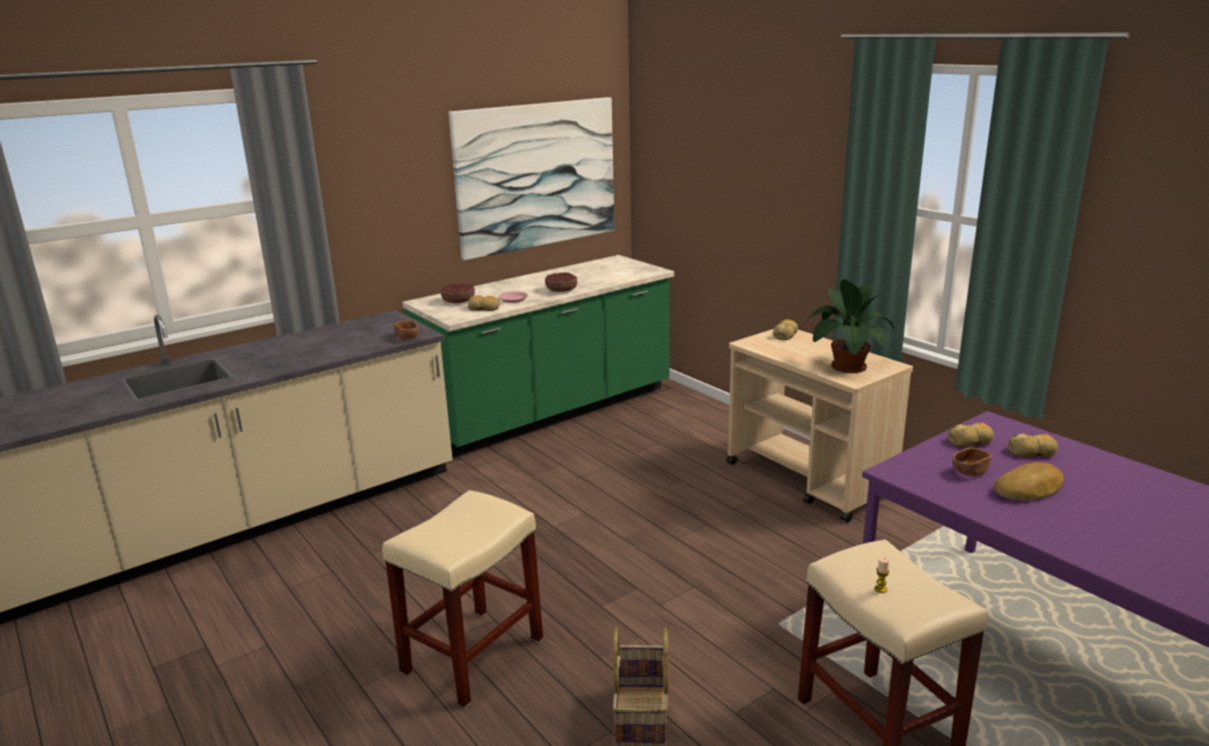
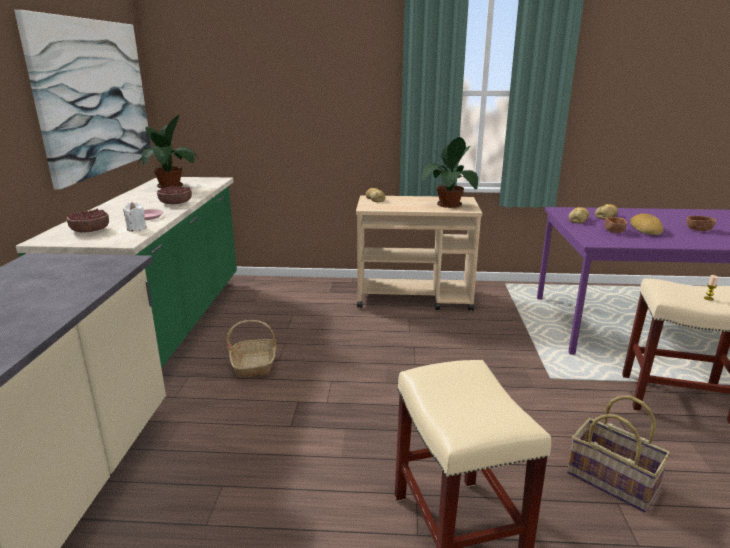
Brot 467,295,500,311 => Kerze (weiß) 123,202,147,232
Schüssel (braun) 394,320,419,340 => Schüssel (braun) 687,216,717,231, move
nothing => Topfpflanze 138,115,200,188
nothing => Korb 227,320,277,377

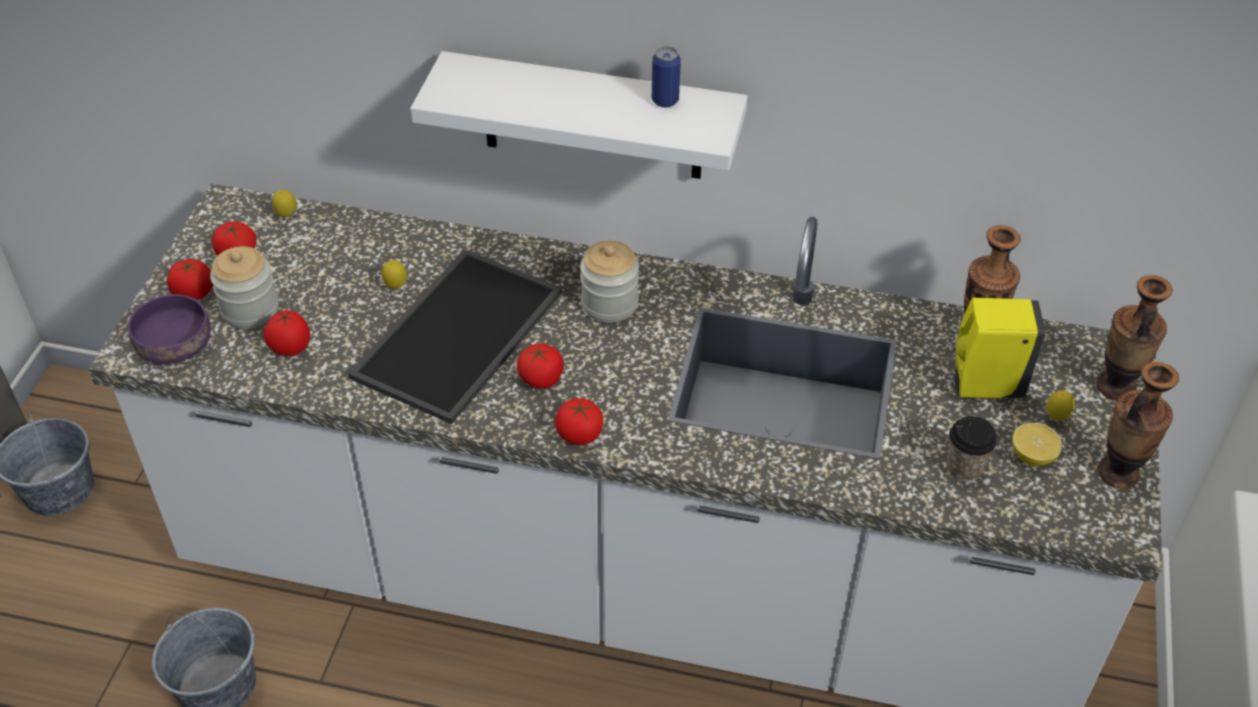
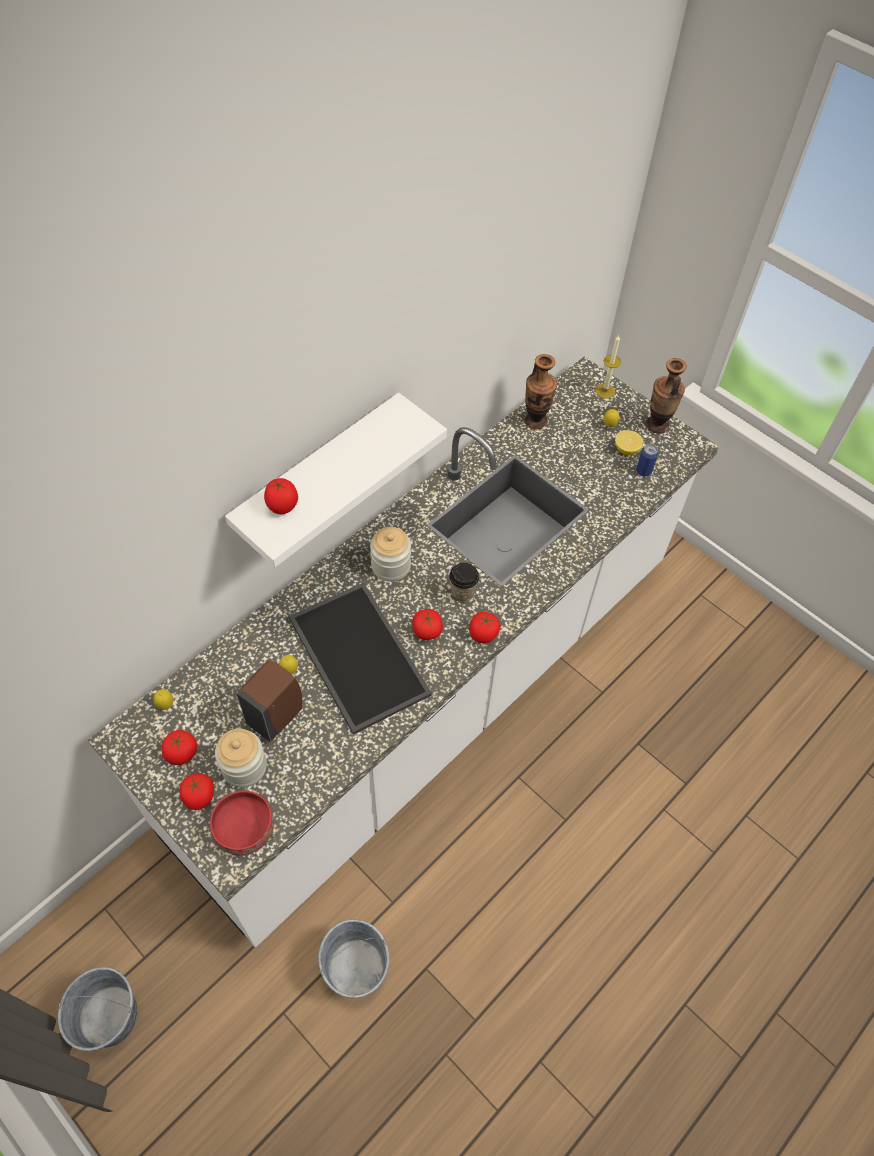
Dose 652,46,681,107 => Dose 636,444,658,477, move
Vase 1096,275,1173,401 => Kerze 595,335,621,398
Schüssel (lila) 128,294,211,364 => Schüssel (rot) 210,790,274,855
Seifenspender (gelb) 955,298,1045,398 => nothing
Tomate 263,310,310,356 => Tomate 264,478,298,514, move
Tasse 947,416,997,482 => Tasse 449,563,479,602, move
nothing => Seifenspender (braun) 236,659,302,742

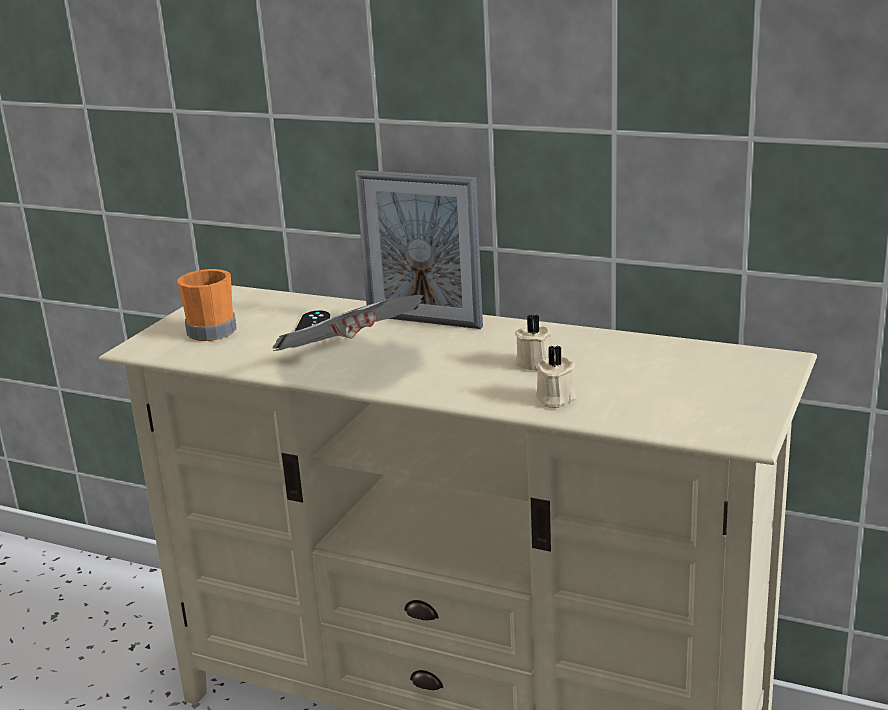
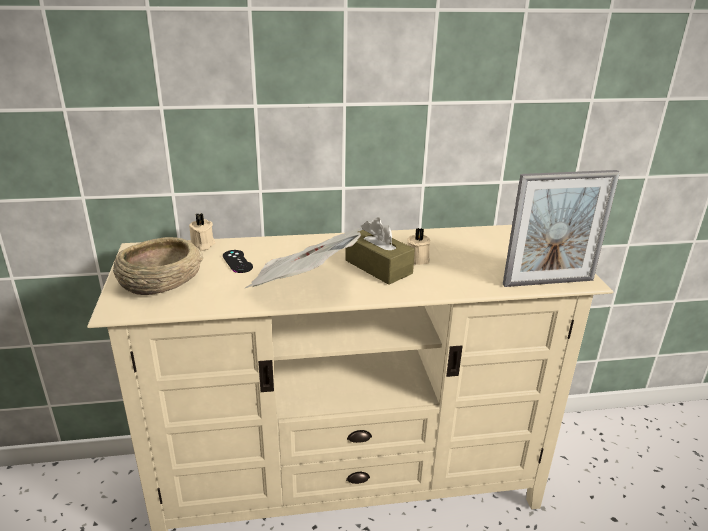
Bilderrahmen 355,170,483,329 => Bilderrahmen 503,170,620,287, move
Henkelbecher (orange) 177,269,237,341 => Schüssel (beige) 113,237,203,295
Kerze (beige) 535,345,576,408 => Kerze (beige) 189,213,216,251, move
nothing => Taschentuchbox (braun) 345,217,415,285

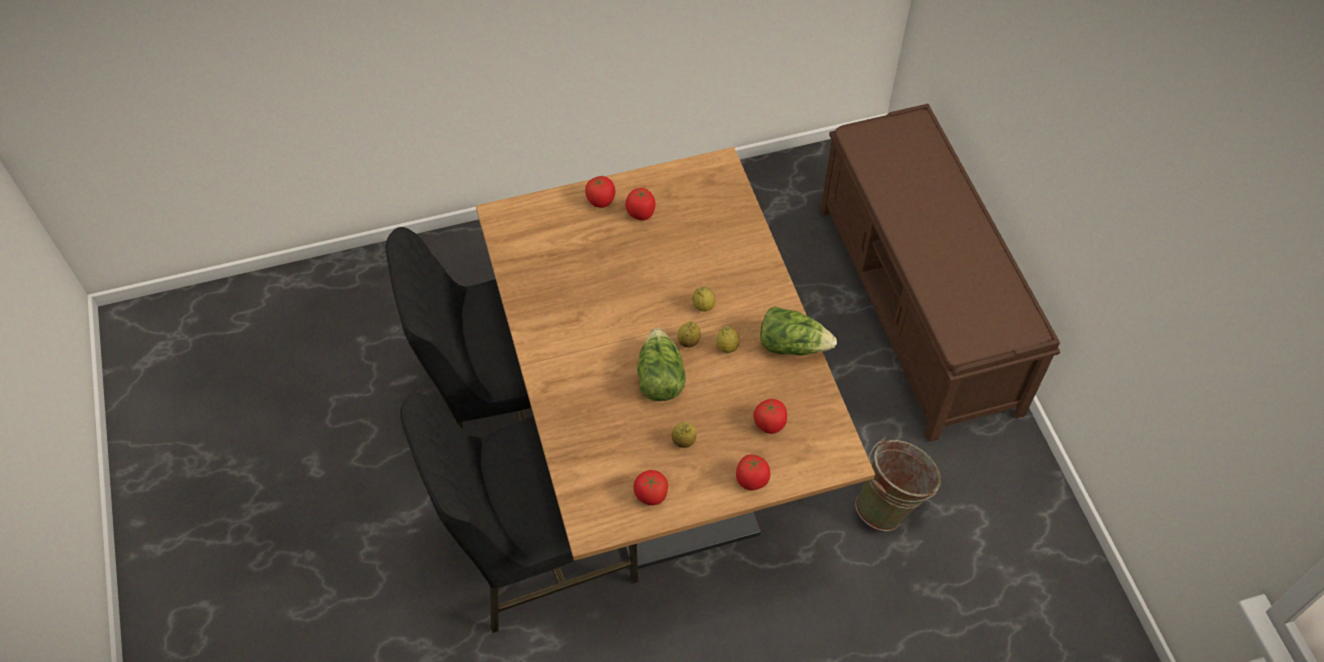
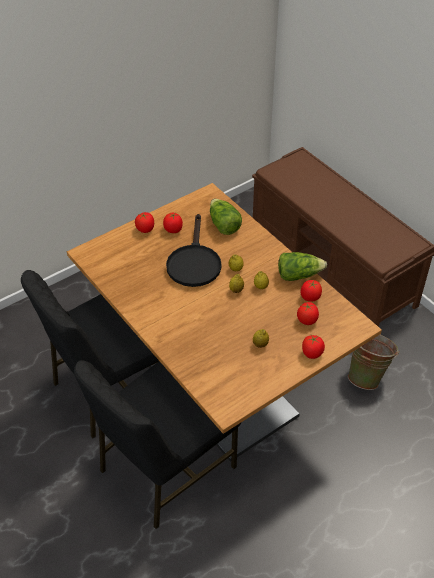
Salatkopf 637,328,686,401 => Salatkopf 210,199,242,235, move
Tomate 634,470,668,505 => Tomate 301,280,322,302, move
nothing => Pfanne (schwarz) 166,214,221,287

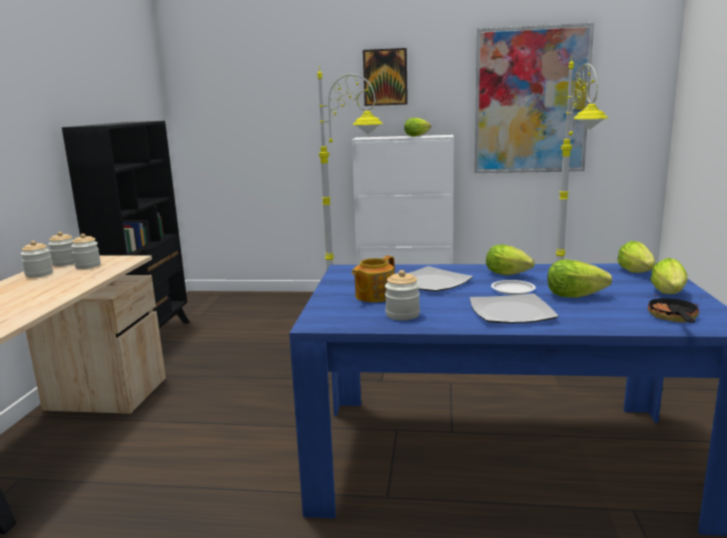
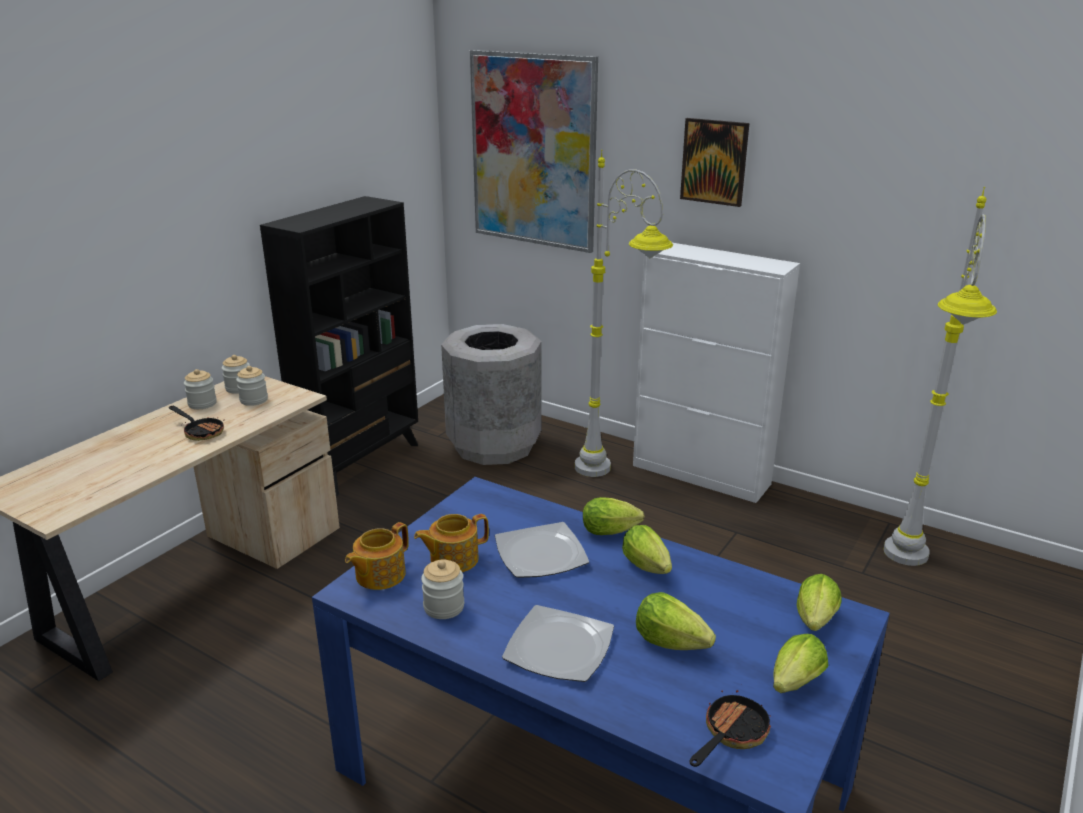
Bild 475,23,594,173 => Bild 470,50,598,253, move
Salatkopf 404,118,431,136 => Salatkopf 583,497,645,535, move
Teller (weiß) 491,280,536,295 => nothing
nothing => Mülleimer (grau) 441,324,541,465
nothing => Pfanne 169,406,224,441
nothing => Teekanne 345,522,409,590

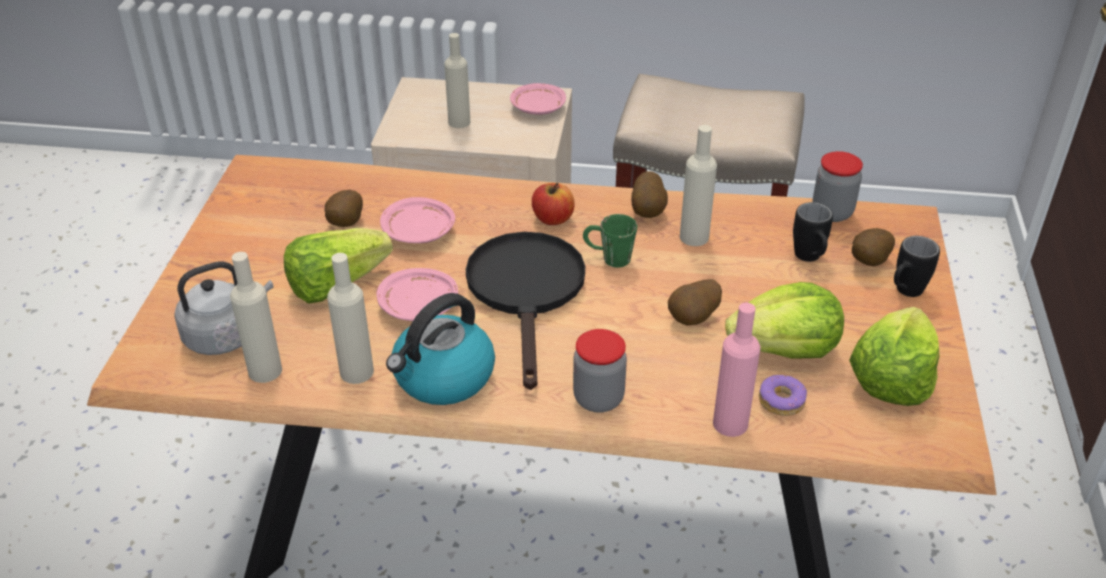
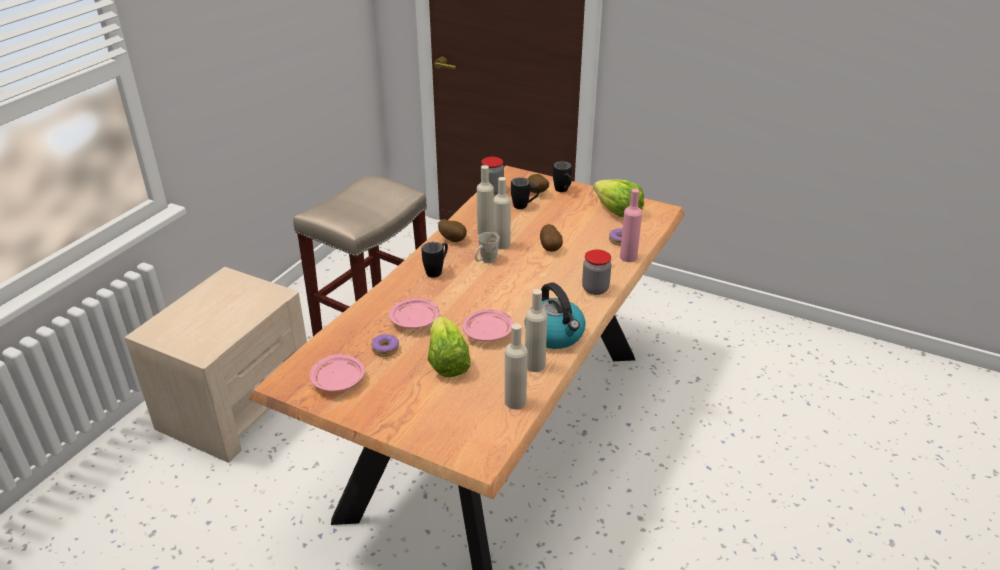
Flasche (beige) 444,33,470,128 => Flasche (beige) 493,177,511,249, move
Teller (rosa) 510,83,566,115 => Teller (rosa) 310,354,365,392, move
Apfel 532,183,575,225 => Henkelbecher (schwarz) 422,242,448,278
Kartoffel 325,190,363,227 => Donut 371,334,399,357
Henkelbecher (grün) 583,214,637,268 => Henkelbecher (weiß) 475,232,500,263
Pfanne (schwarz) 466,232,585,390 => nothing
Wasserkessel (grau) 174,261,274,355 => nothing
Salatkopf 725,282,844,359 => nothing

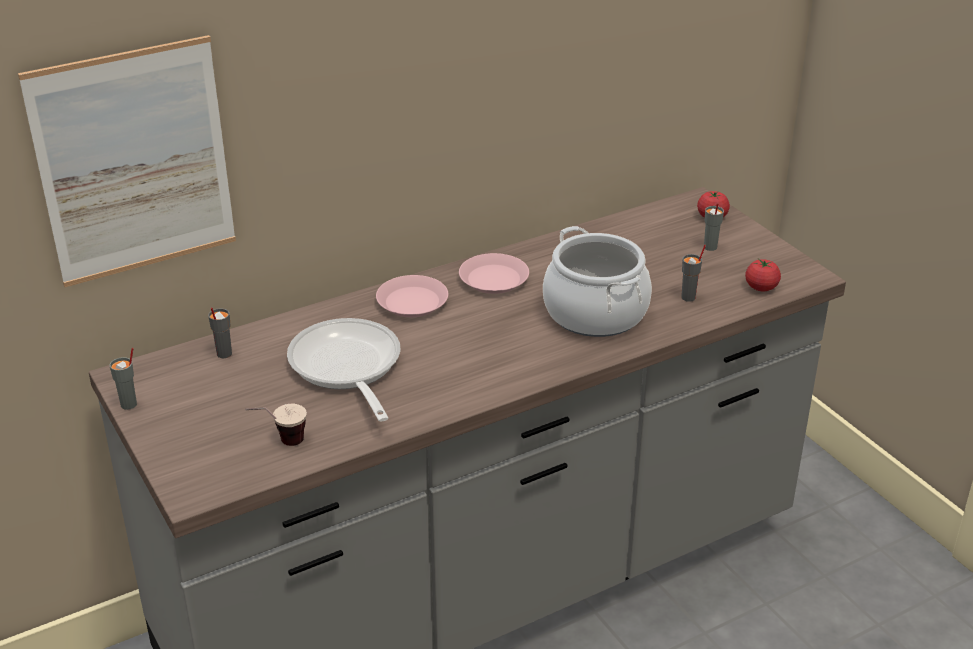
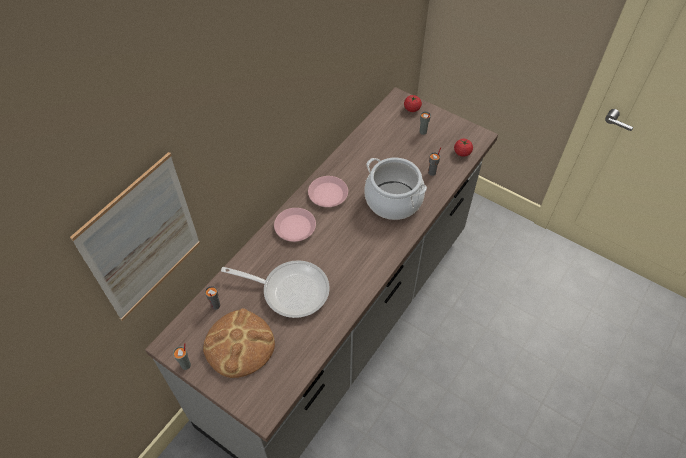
Pfanne 287,318,400,421 => Pfanne 221,260,330,318, 150 degrees clockwise
Tasse 245,404,307,446 => nothing
nothing => Brot 203,308,275,378

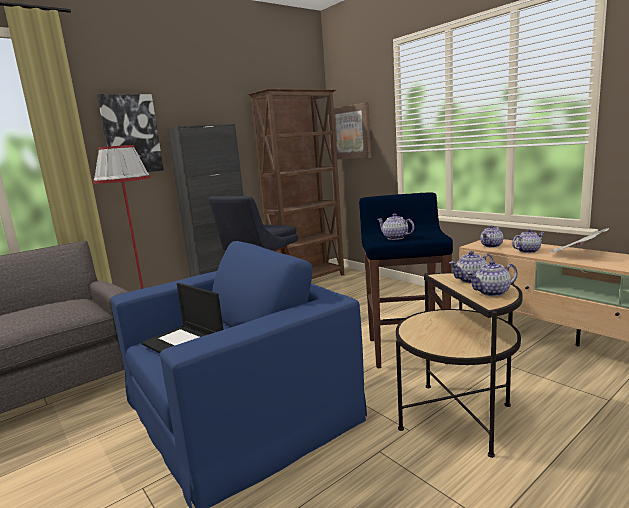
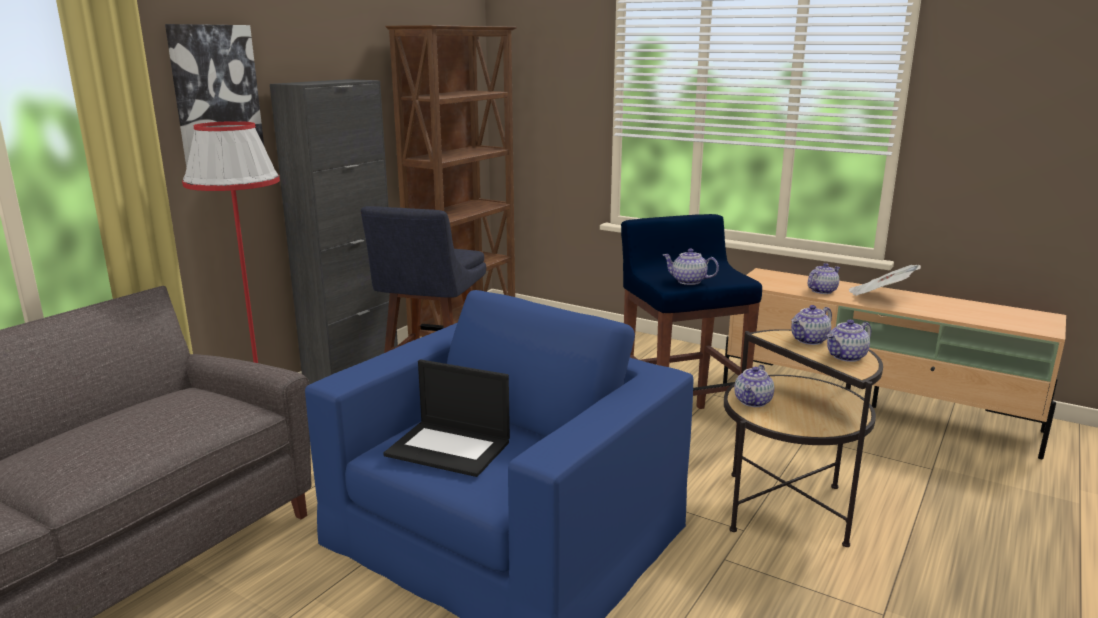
Bild 334,102,371,159 => nothing
Teekanne 480,225,503,248 => Teekanne 734,365,774,407, move

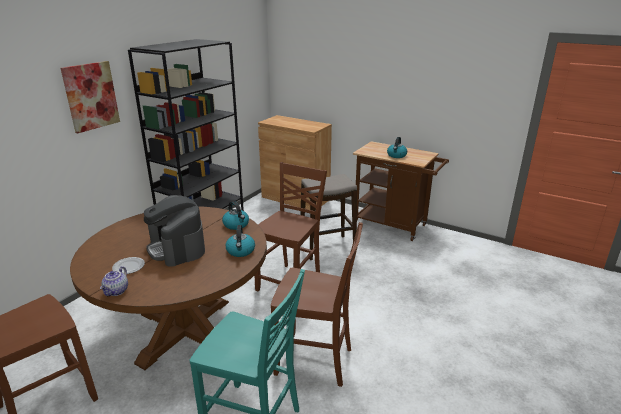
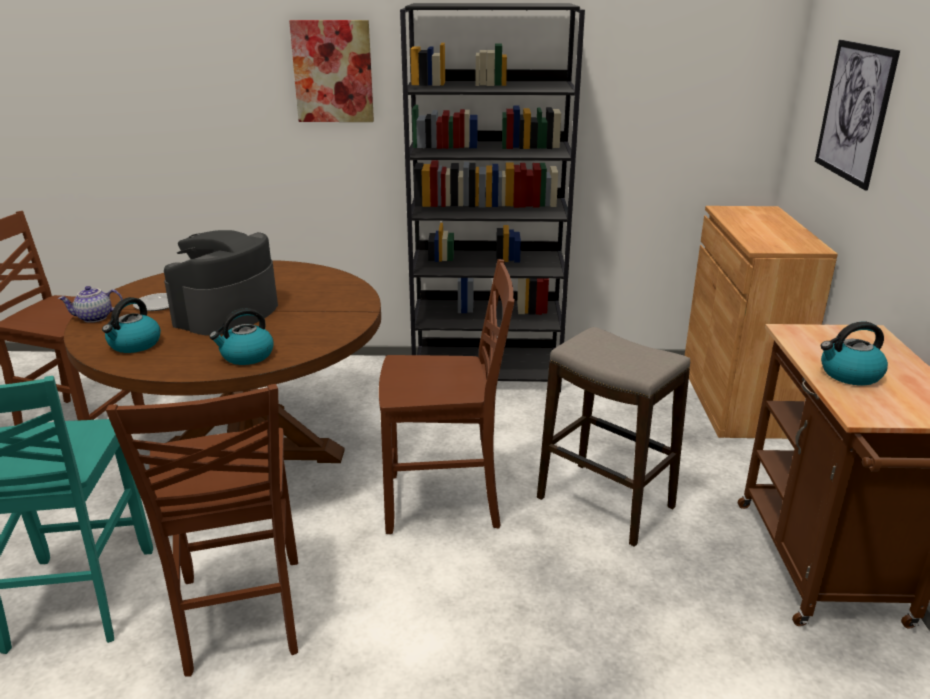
Wasserkessel 222,201,249,230 => Wasserkessel 102,297,161,353, move
nothing => Bild 815,40,900,190

